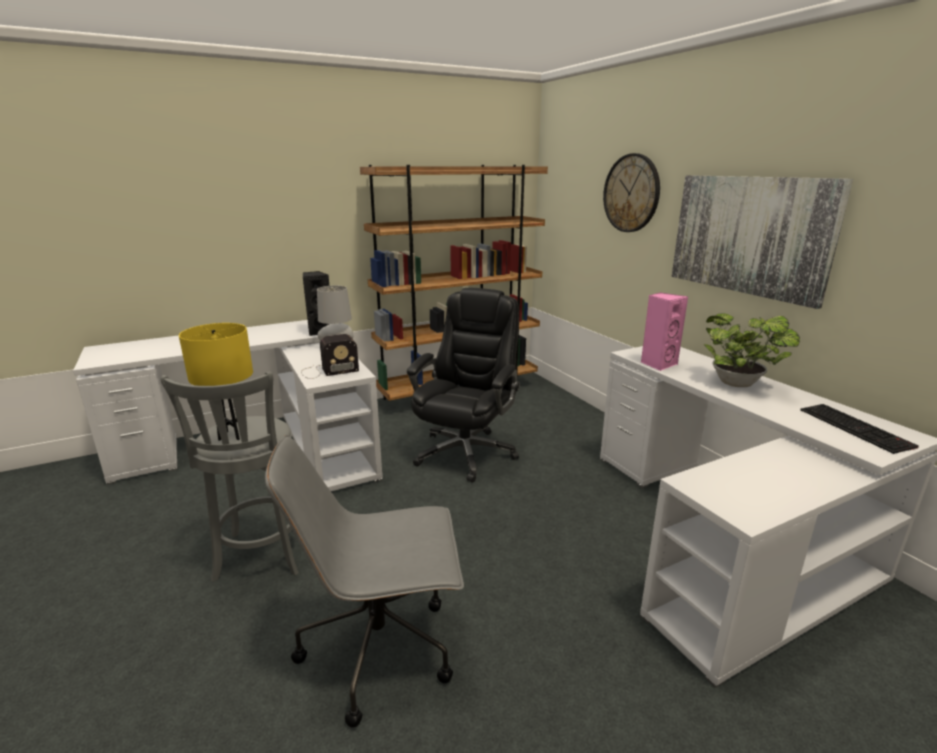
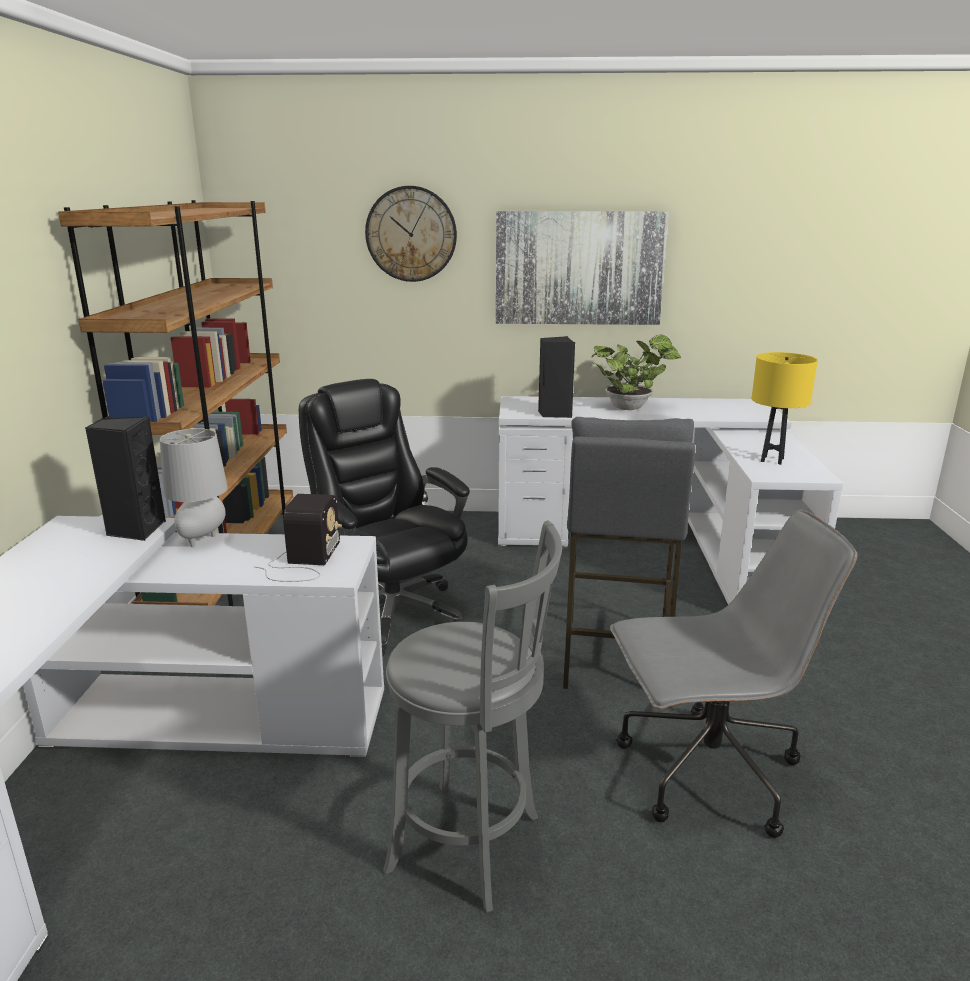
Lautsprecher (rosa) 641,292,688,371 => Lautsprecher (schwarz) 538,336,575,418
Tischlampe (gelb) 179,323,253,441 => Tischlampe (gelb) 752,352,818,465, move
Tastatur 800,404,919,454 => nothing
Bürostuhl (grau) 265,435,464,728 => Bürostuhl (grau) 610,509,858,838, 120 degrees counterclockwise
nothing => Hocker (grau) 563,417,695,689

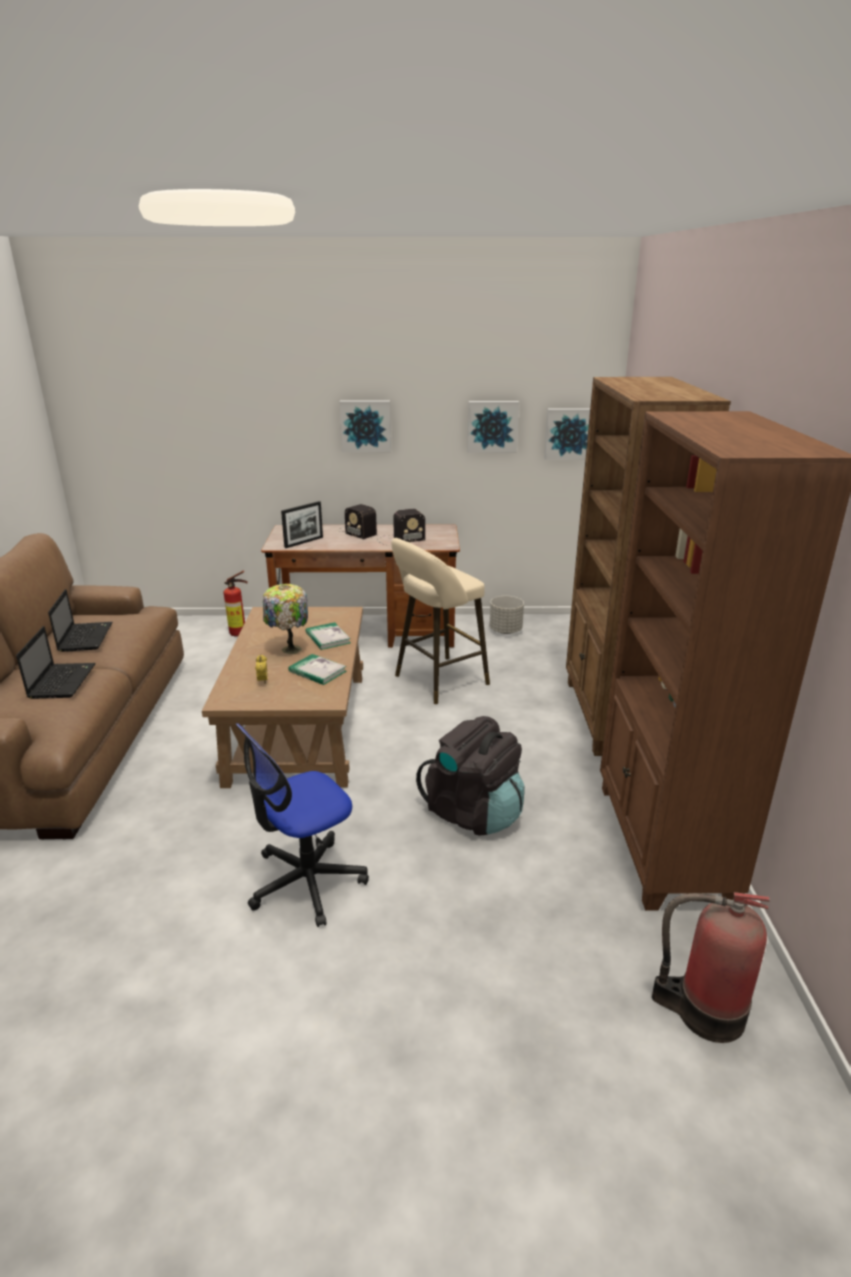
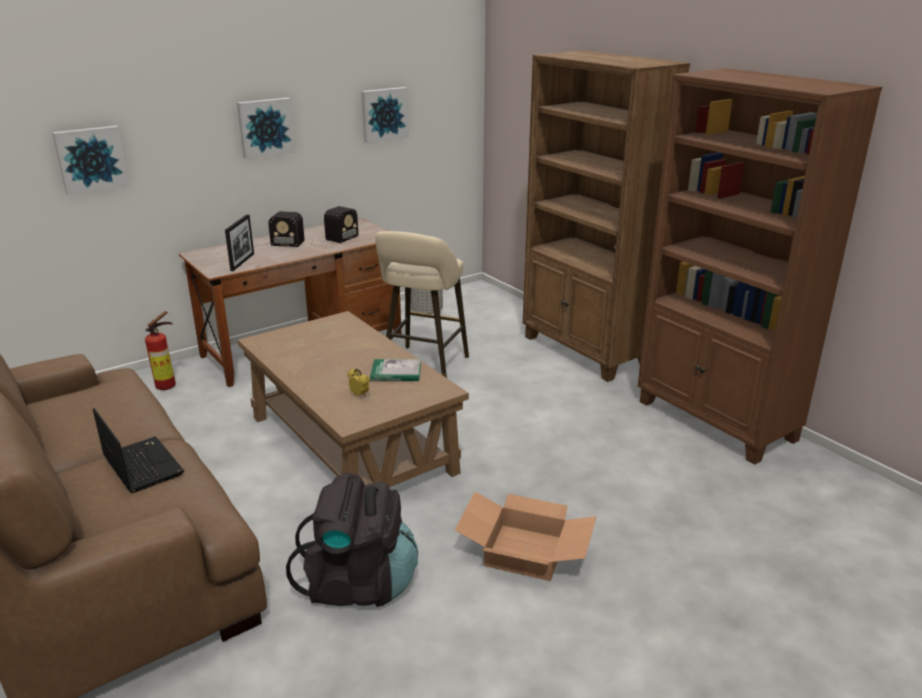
Bild 544,408,590,460 => Bild 52,126,130,195, move
Tischlampe 263,584,308,654 => nothing
Laptop 48,589,112,652 => nothing
Buch 306,622,351,650 => nothing
Rucksack (schwarz) 416,716,525,836 => Rucksack (schwarz) 286,473,418,607, move
Bürostuhl 236,723,369,927 => Karton 455,492,597,581
Feuerlöscher 652,892,769,1043 => nothing

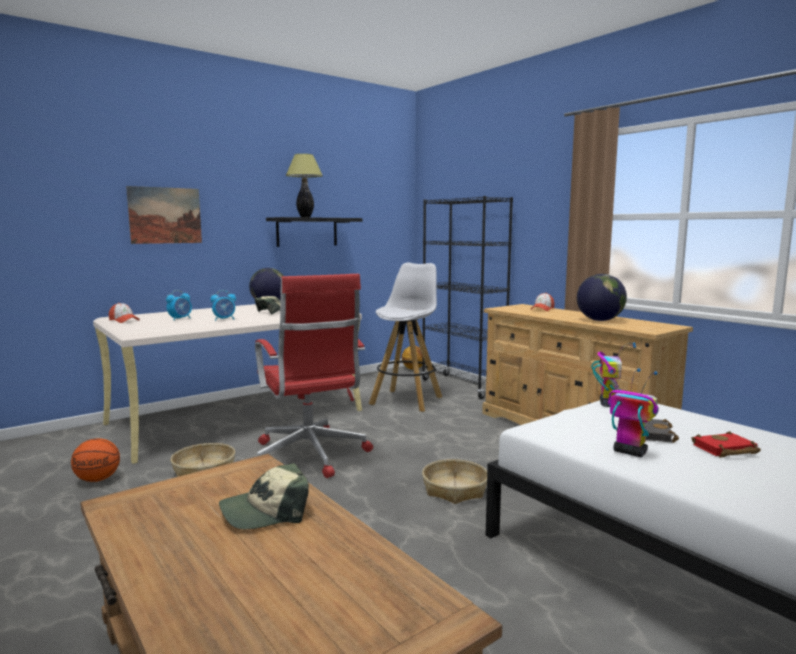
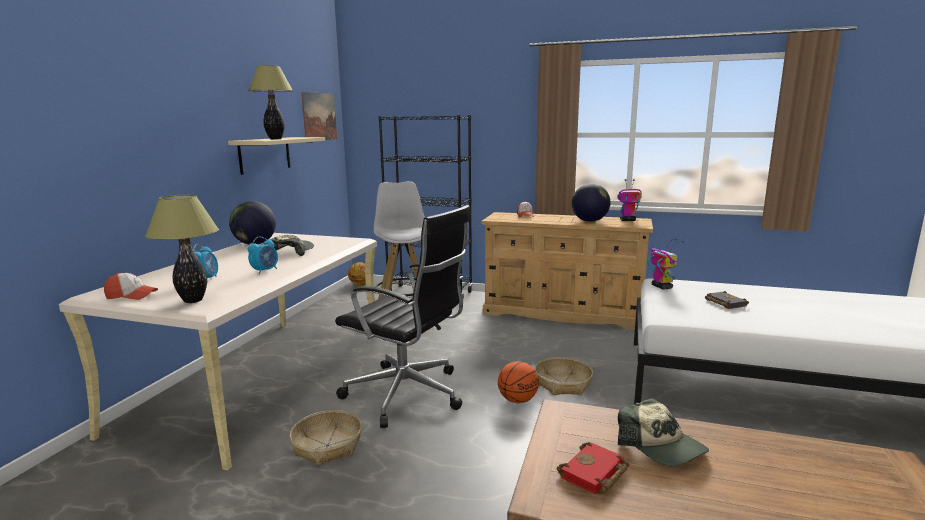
Bild 126,186,202,244 => Bild 301,92,337,140, move
Wandregal (schwarz) 266,217,363,247 => Wandregal (beige) 228,137,325,175
Bürostuhl (rot) 255,274,373,478 => Bürostuhl (schwarz) 335,205,472,428
Spielzeugroboter 608,368,659,457 => Spielzeugroboter 617,179,642,221, move
Buch (rot) 691,431,761,457 => Buch (rot) 557,442,629,495, move
Basketball 71,438,120,482 => Basketball 498,361,539,403, move
Kappe 219,463,309,529 => Kappe 618,398,709,466, 60 degrees counterclockwise
nothing => Tischlampe 145,194,219,303

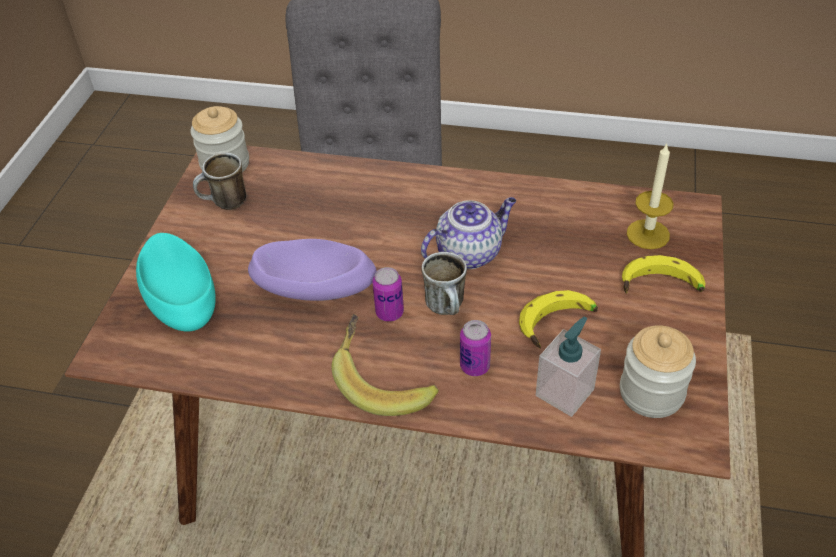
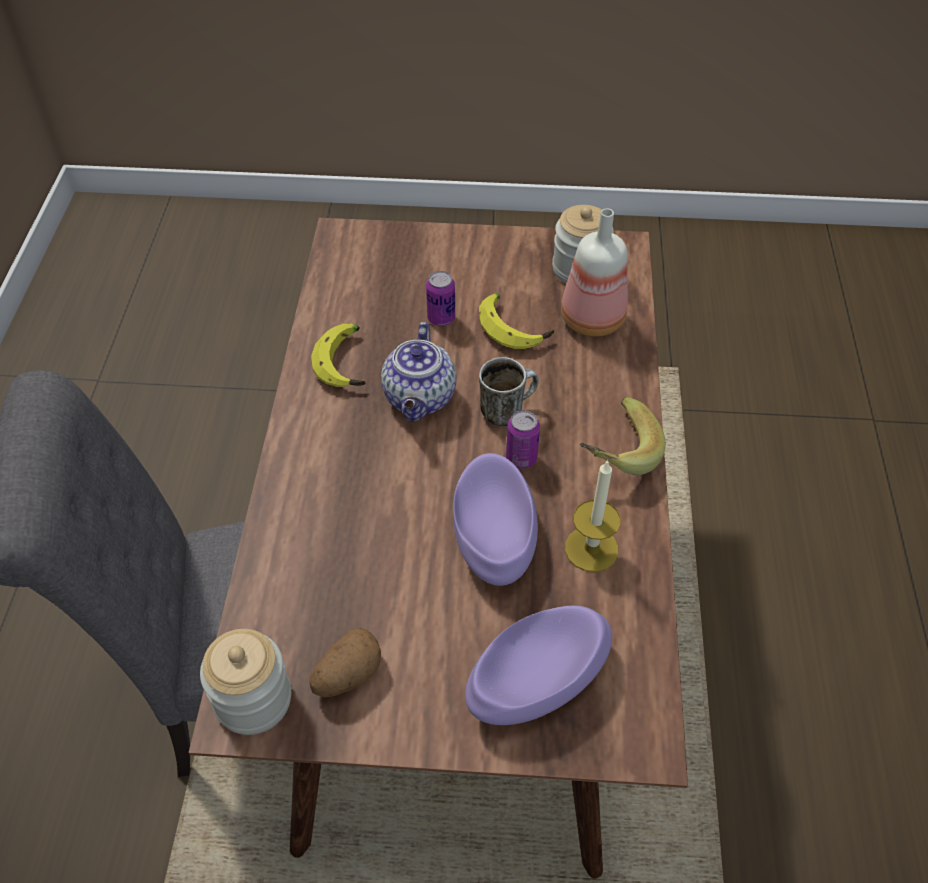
Kerze 627,143,673,249 => Kerze 565,460,621,572, move
Henkelbecher 193,152,247,210 => Kartoffel 309,628,381,697
Teekanne 421,197,516,269 => Teekanne 381,322,457,422, 135 degrees counterclockwise
Schüssel (türkis) 136,233,216,332 => Schüssel (lila) 465,606,612,725
Banane 622,255,705,294 => Banane 311,323,366,387, move
Seifenspender 536,317,601,417 => Flasche 561,209,628,336
Dose 460,320,491,376 => Dose 426,271,455,326, move

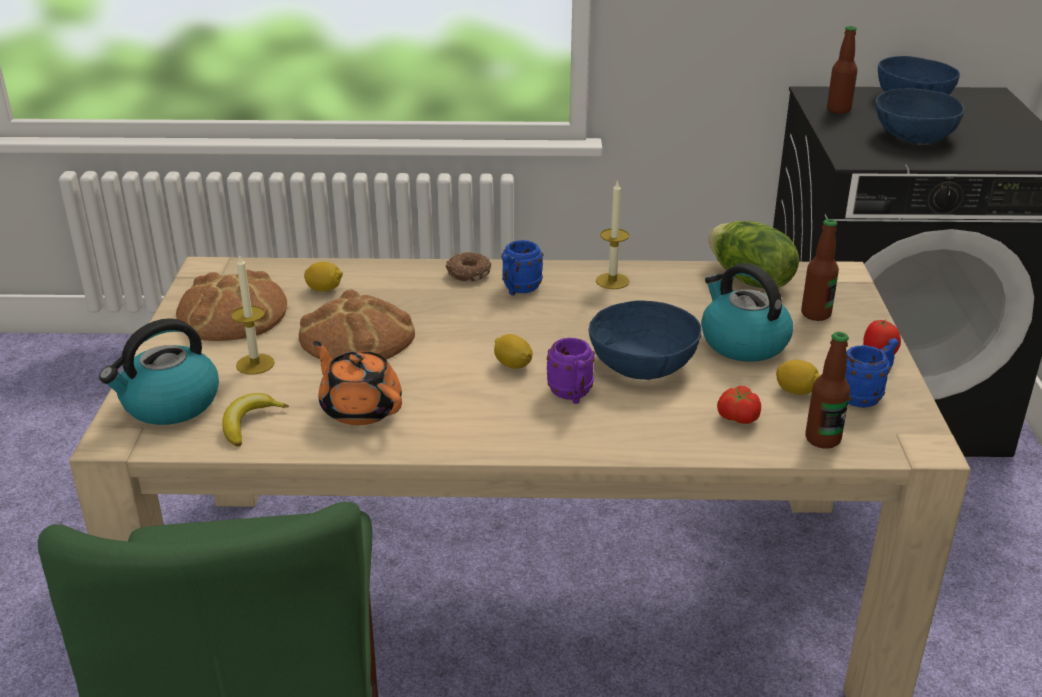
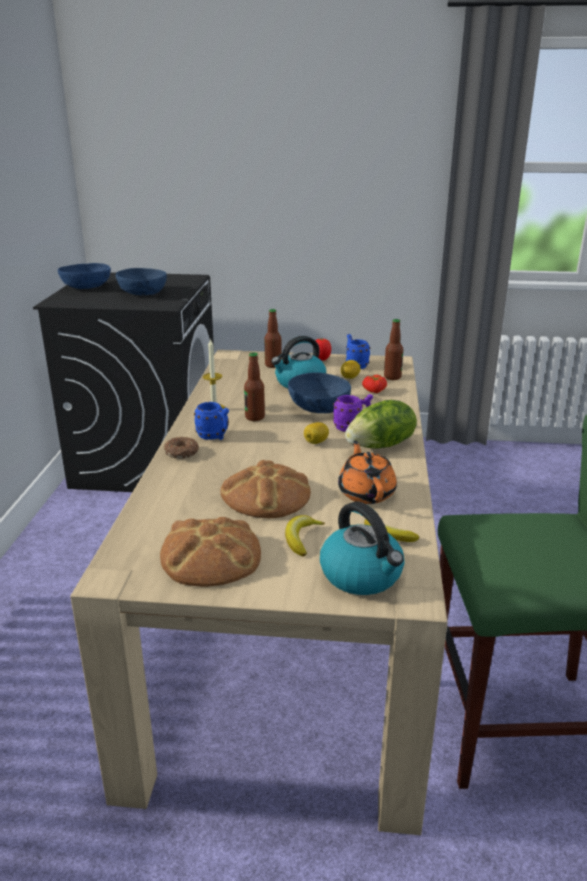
Flasche 827,26,858,114 => Flasche 244,352,265,421, move
Salatkopf 708,221,799,288 => Salatkopf 345,400,417,448, move
Kerze 231,254,275,375 => Banane 285,515,325,557
Zitrone 304,262,343,292 => nothing
Teekanne (orange) 313,341,402,425 => Teekanne (orange) 338,440,397,504, 120 degrees clockwise

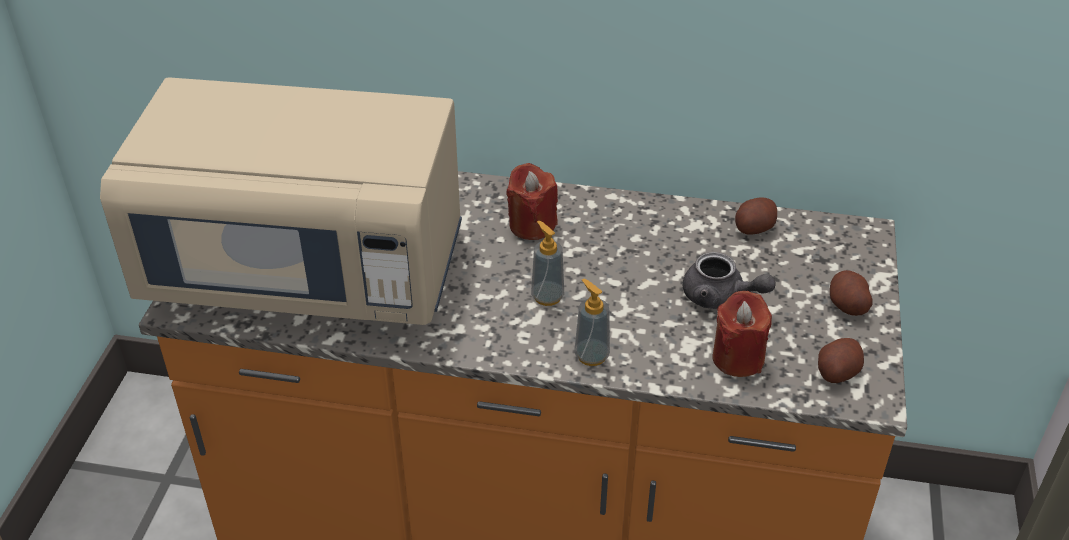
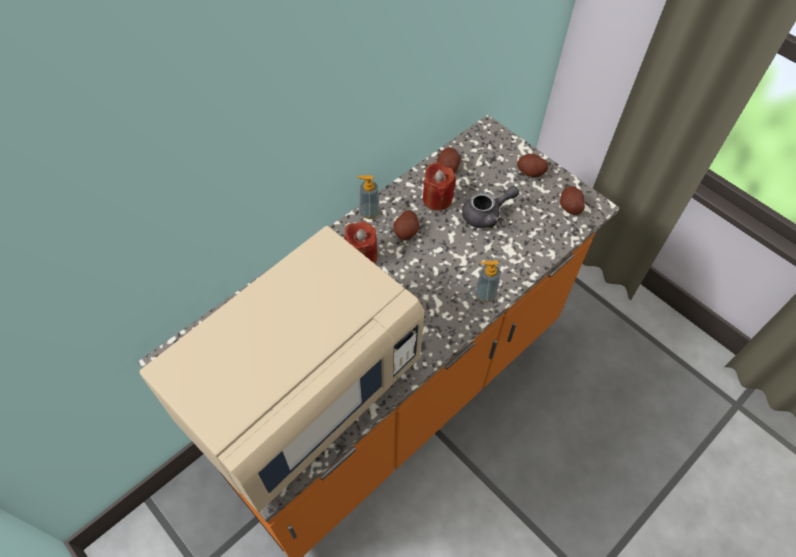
Seifenspender 531,221,564,306 => Seifenspender 357,175,380,219, move
Kerze (rot) 713,291,772,377 => Kerze (rot) 423,162,456,211, move
nothing => Kartoffel 393,210,419,240

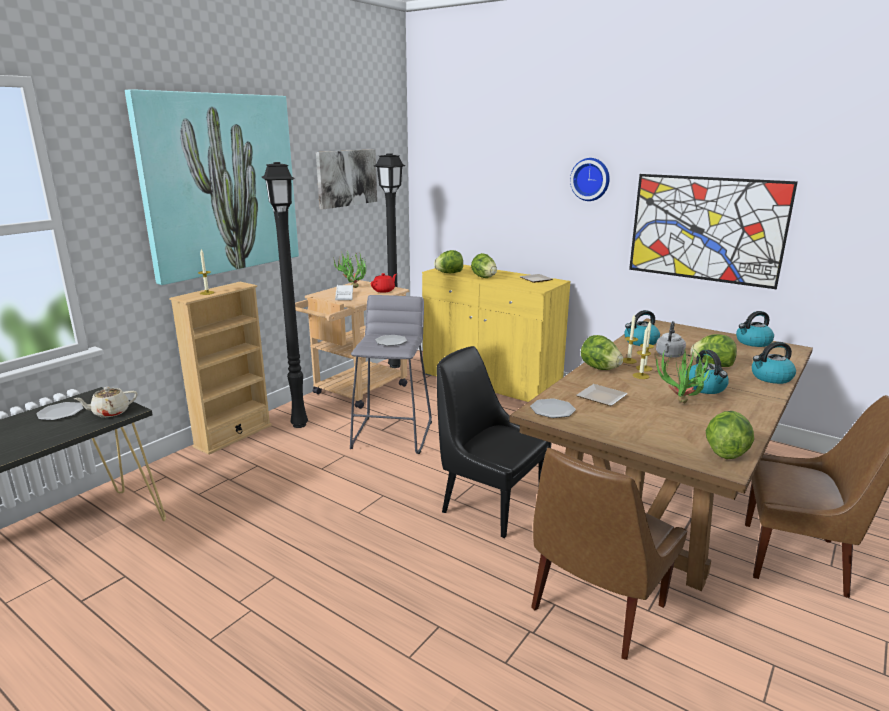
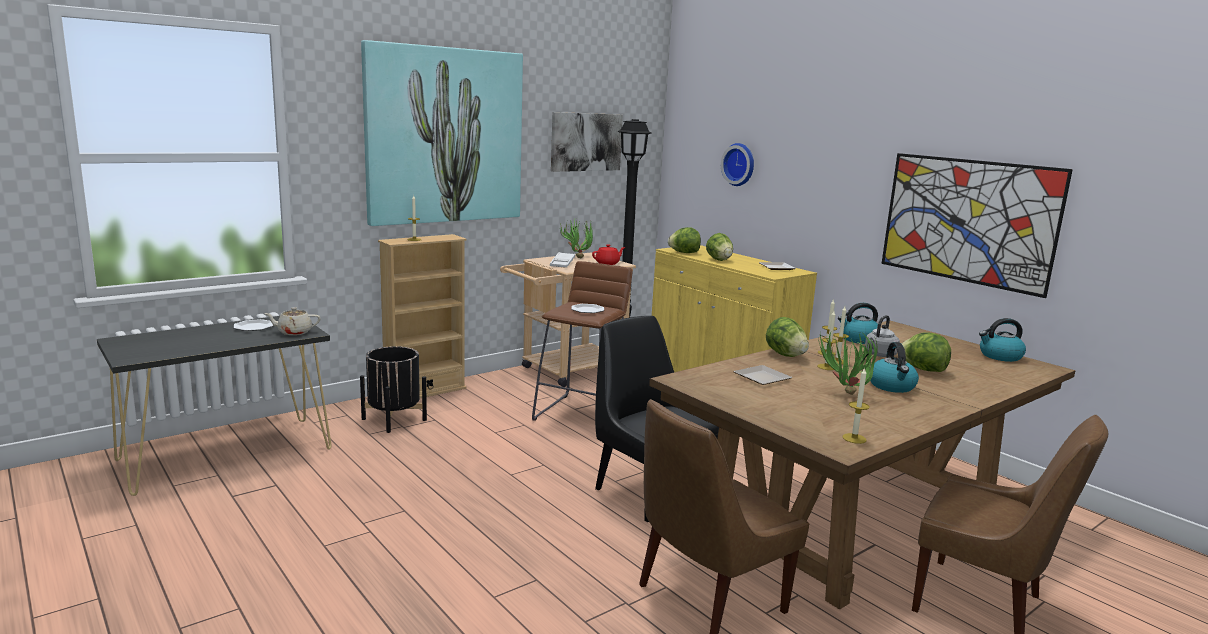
Wanduhr 570,158,610,201 => Wanduhr 721,143,754,186, move
Stehlampe (schwarz) 262,162,308,428 => nothing
Hocker (grau) 350,295,432,454 => Hocker (braun) 532,261,633,421
Wasserkessel 752,342,796,384 => nothing
Teller 530,398,576,418 => nothing
Salatkopf 706,411,754,459 => Kerze 842,367,870,444
nothing => Pflanzkübel (schwarz) 360,346,427,433

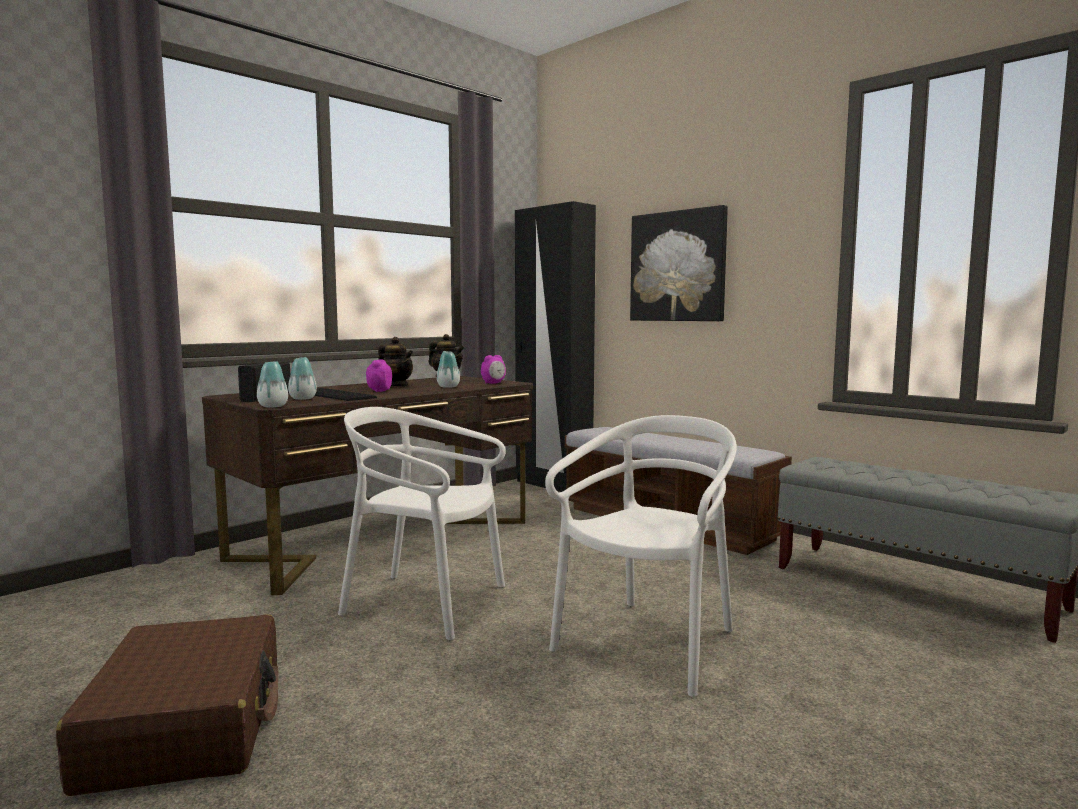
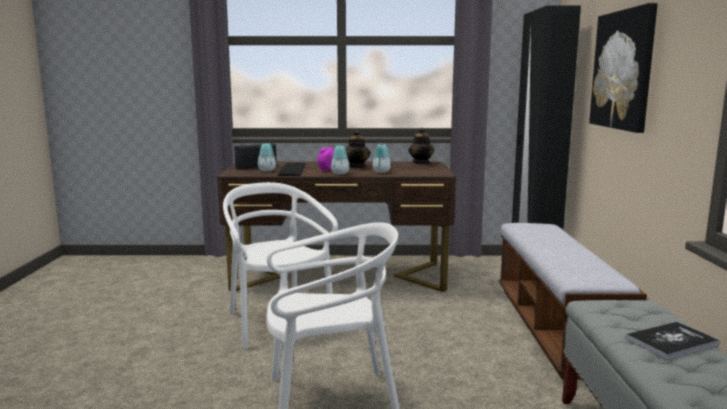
Wecker 481,355,506,384 => nothing
Vase 257,361,288,407 => Vase 331,146,349,175, move
Koffer (braun) 56,614,278,796 => nothing
nothing => Buch 626,322,720,360

